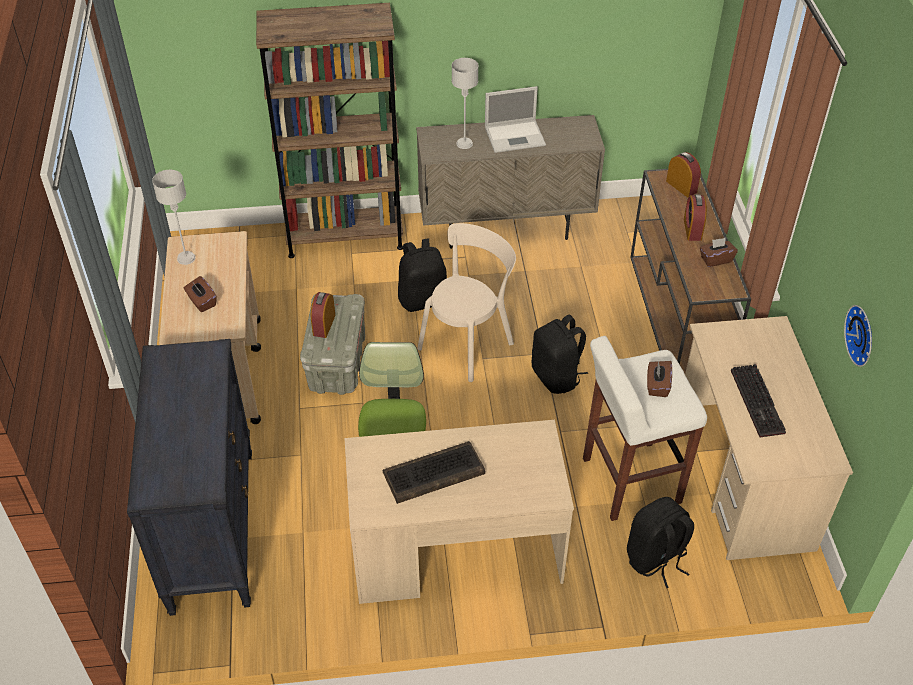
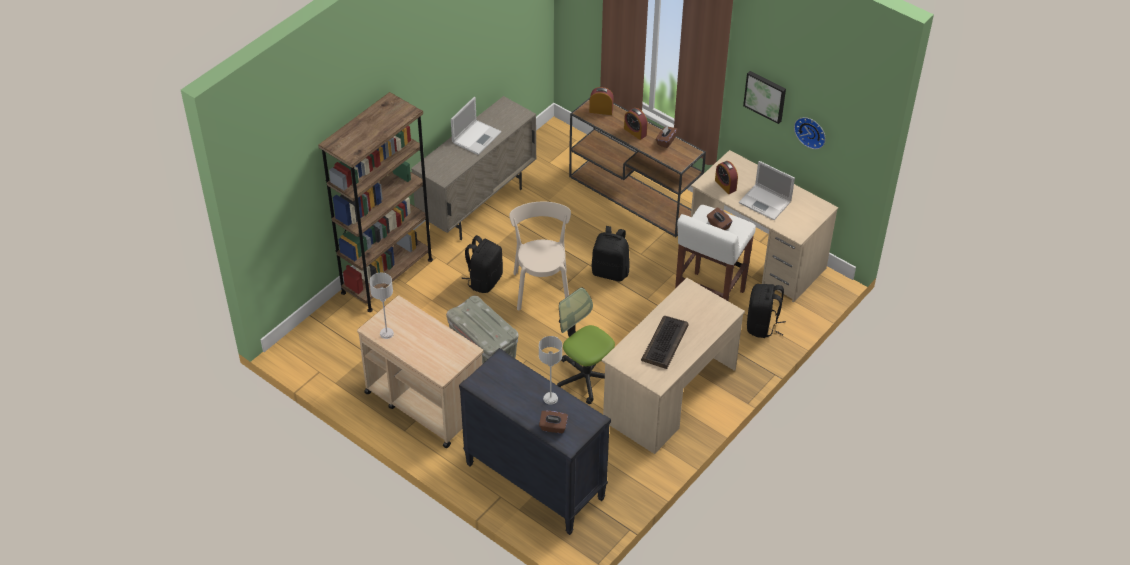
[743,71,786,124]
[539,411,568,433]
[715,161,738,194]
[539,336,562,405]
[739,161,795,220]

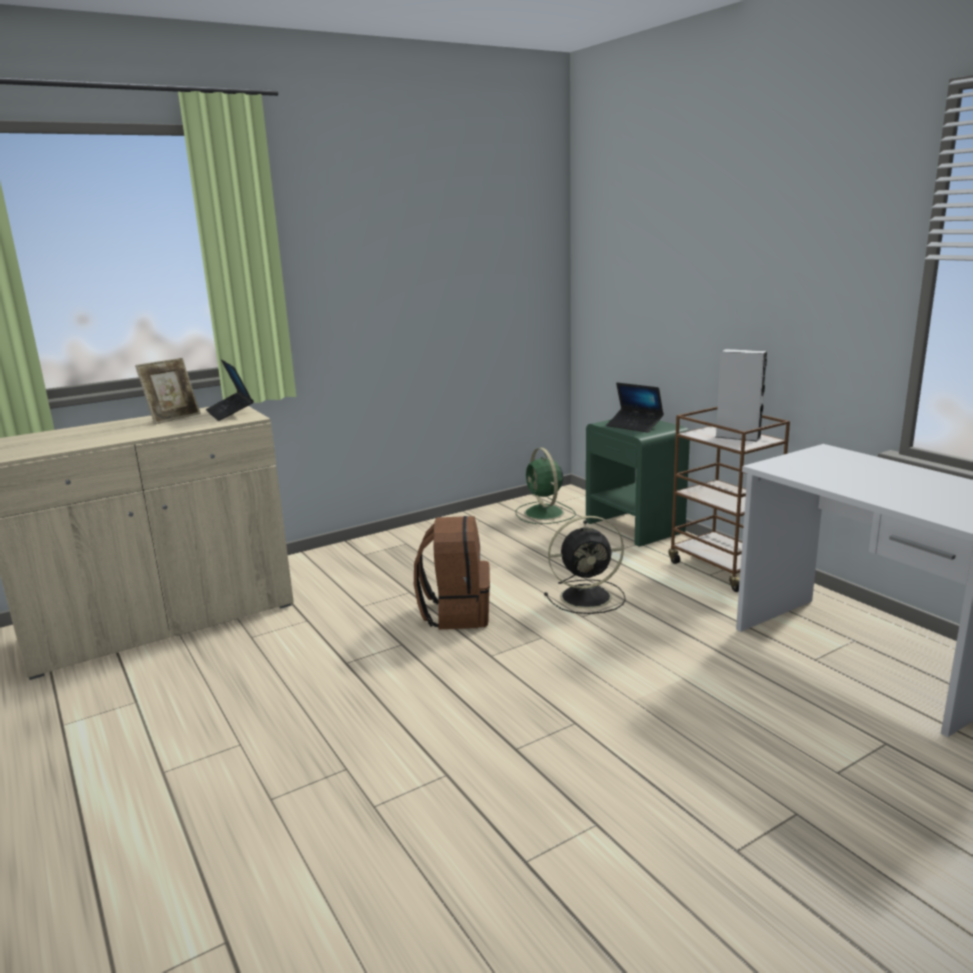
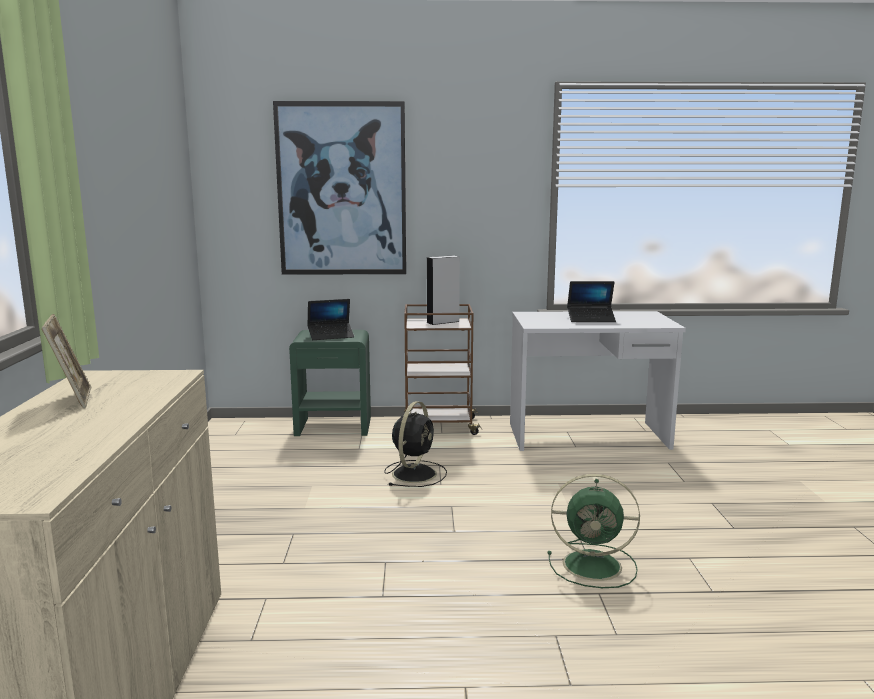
[414,516,490,629] (first image)
[273,101,406,275]
[567,281,616,322]
[548,474,640,588]

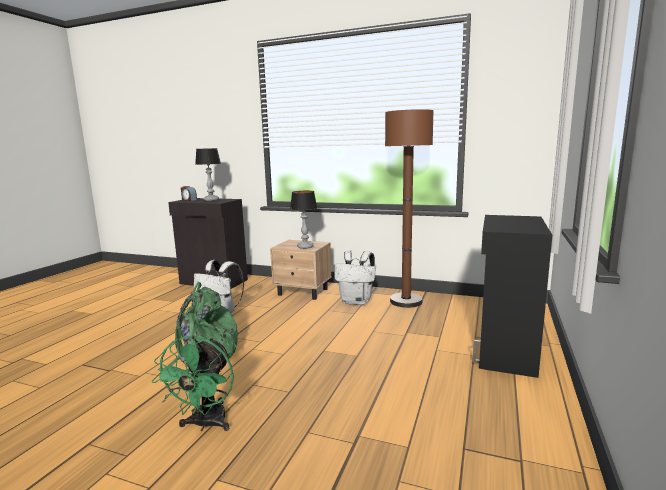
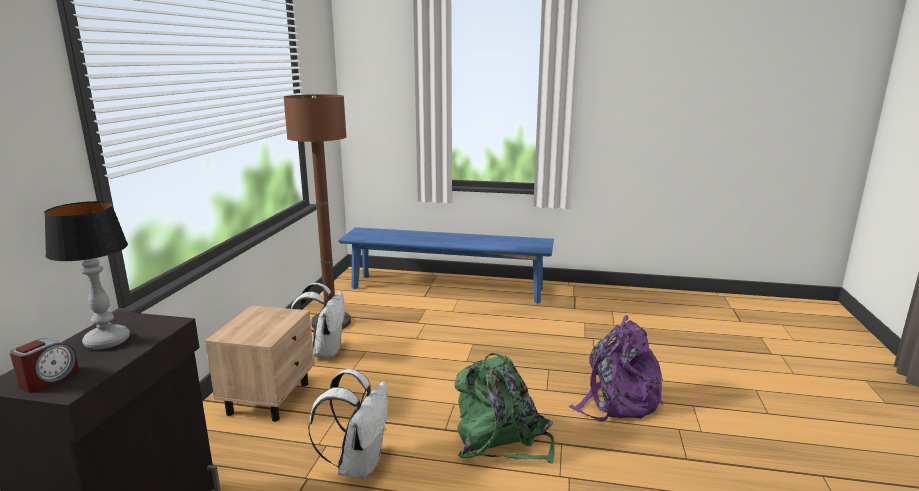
[290,191,317,249] (first image)
[569,315,663,422]
[338,227,554,304]

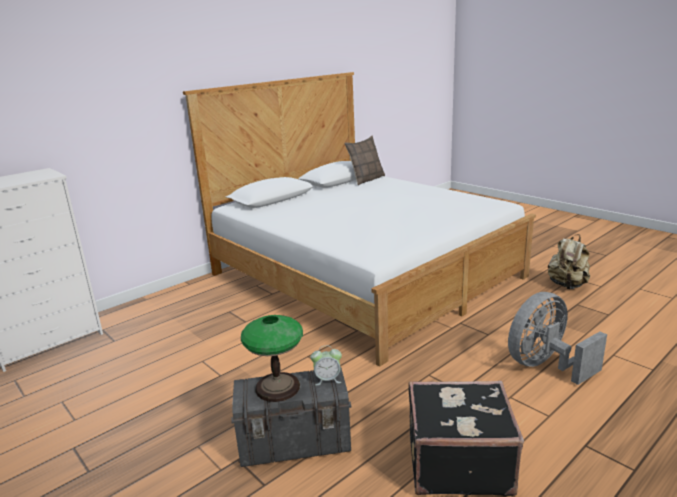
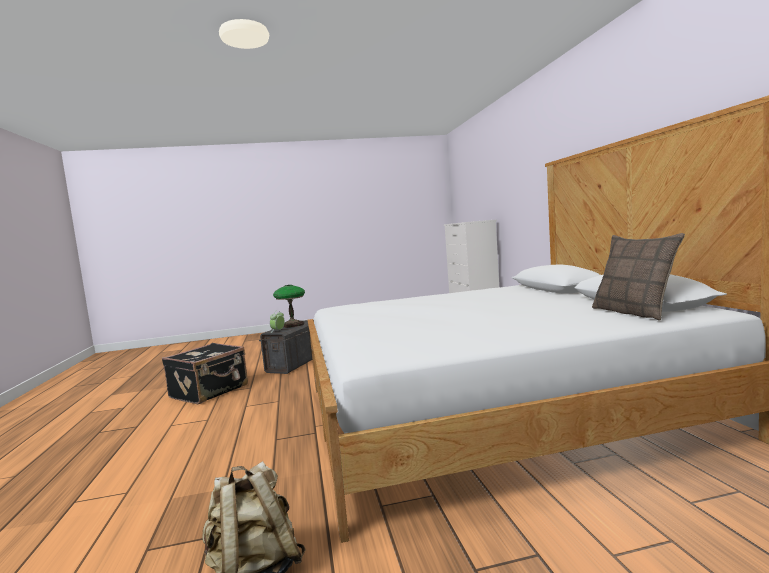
[508,292,607,385] (first image)

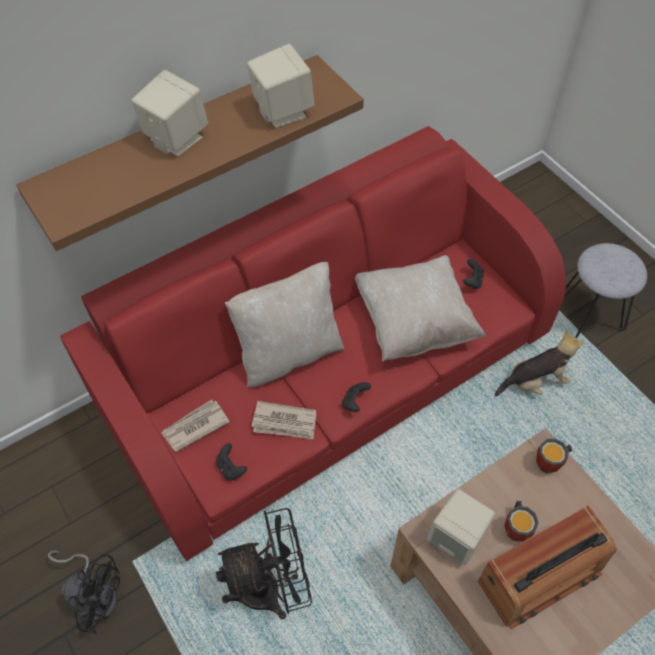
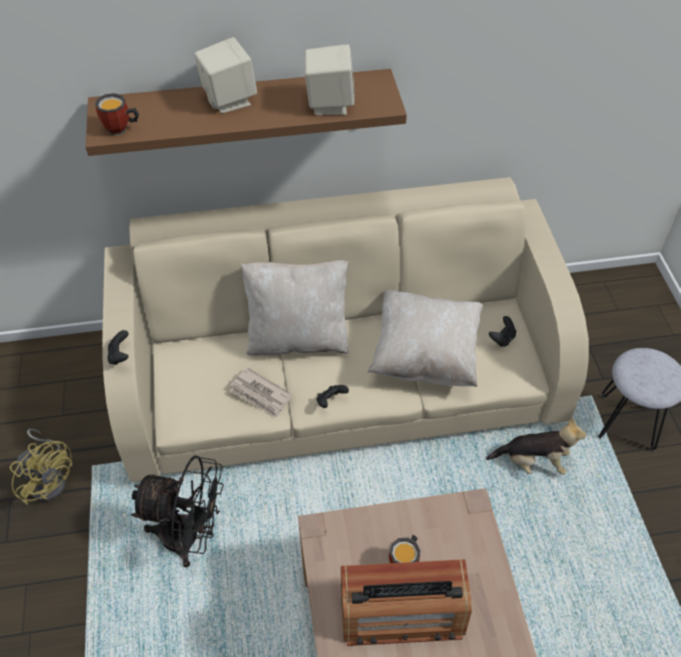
[161,399,230,452] (first image)
[427,489,495,565] (first image)
[107,330,128,365]
[95,93,139,136]
[10,429,72,505]
[102,177,589,482]

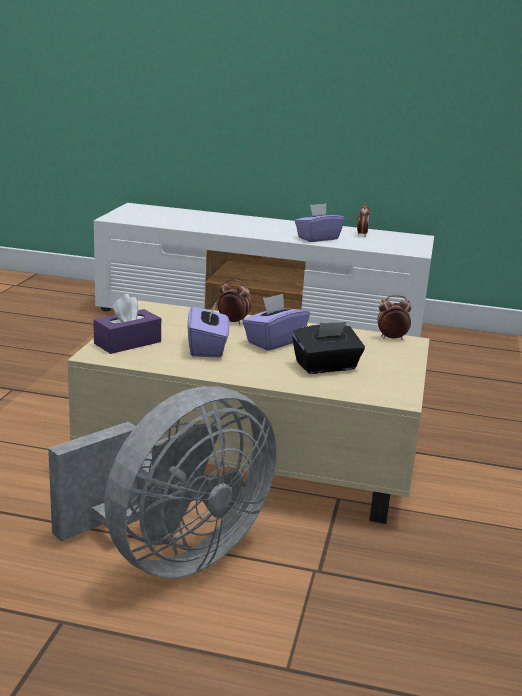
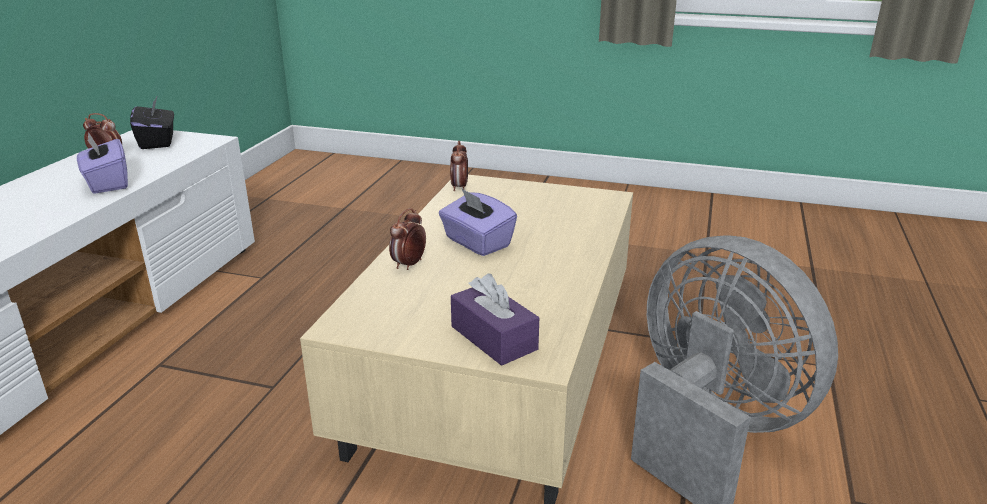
[188,300,230,358] (first image)
[130,95,174,149]

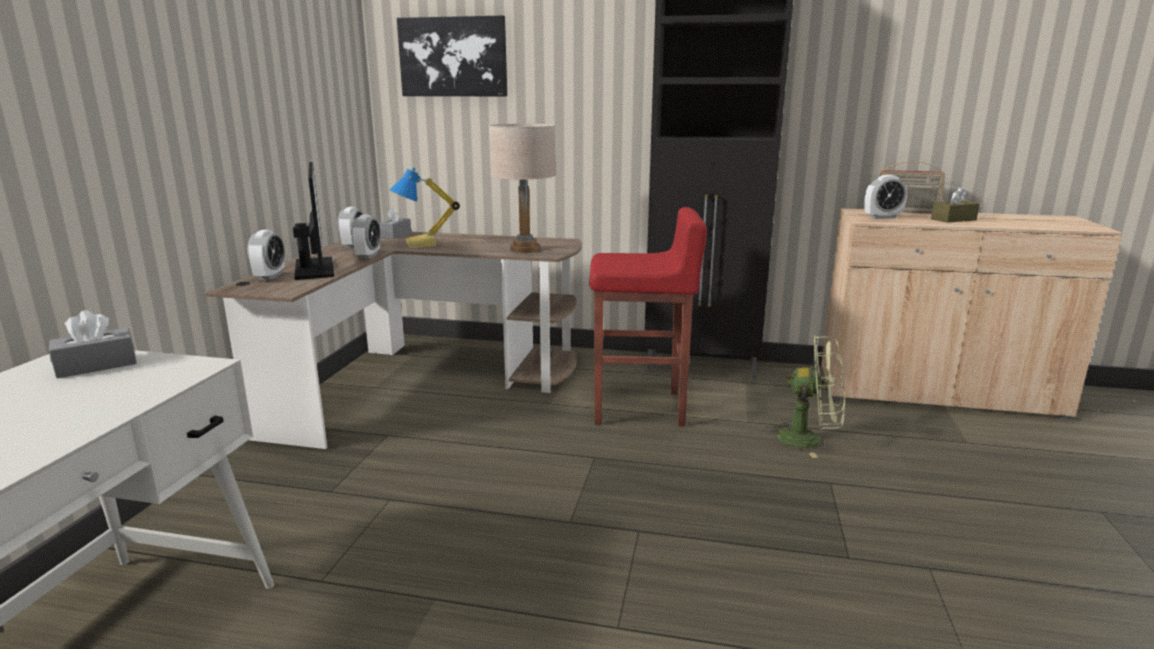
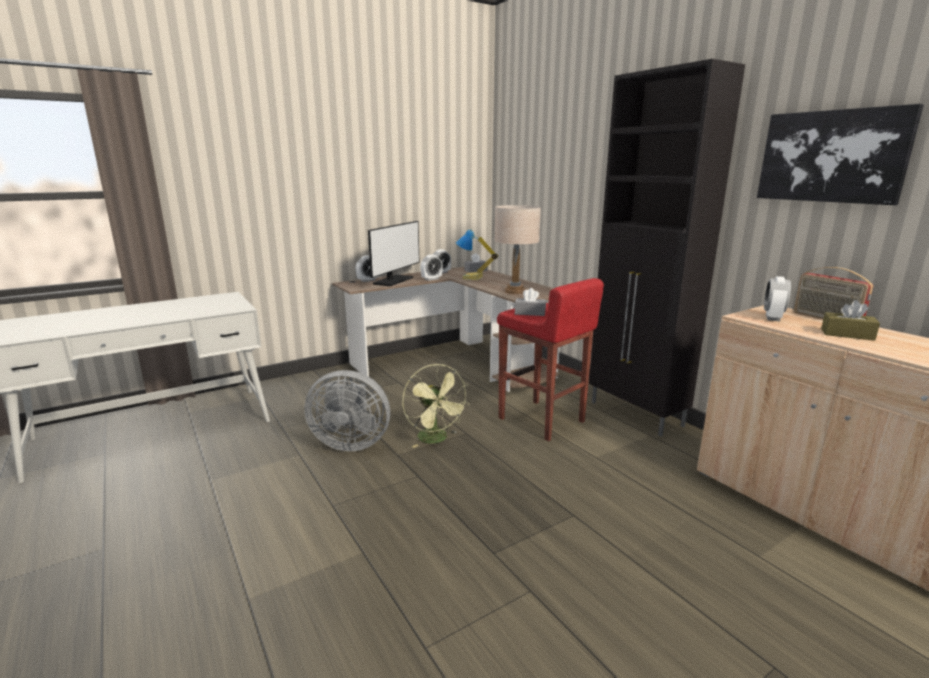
[304,370,390,451]
[514,288,546,316]
[757,104,924,205]
[402,364,470,448]
[764,276,791,321]

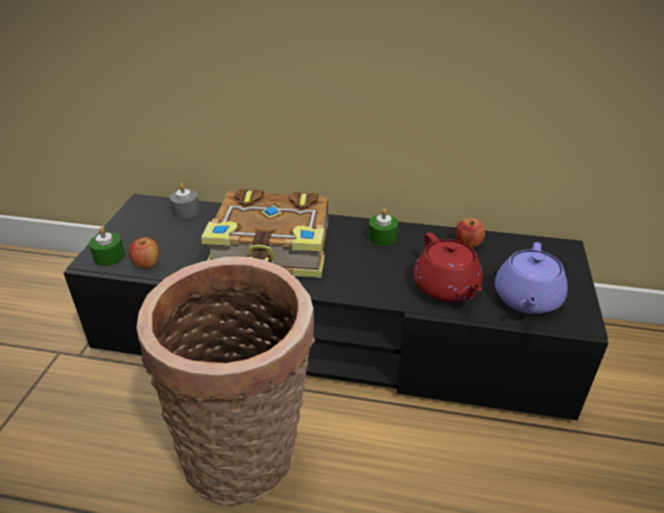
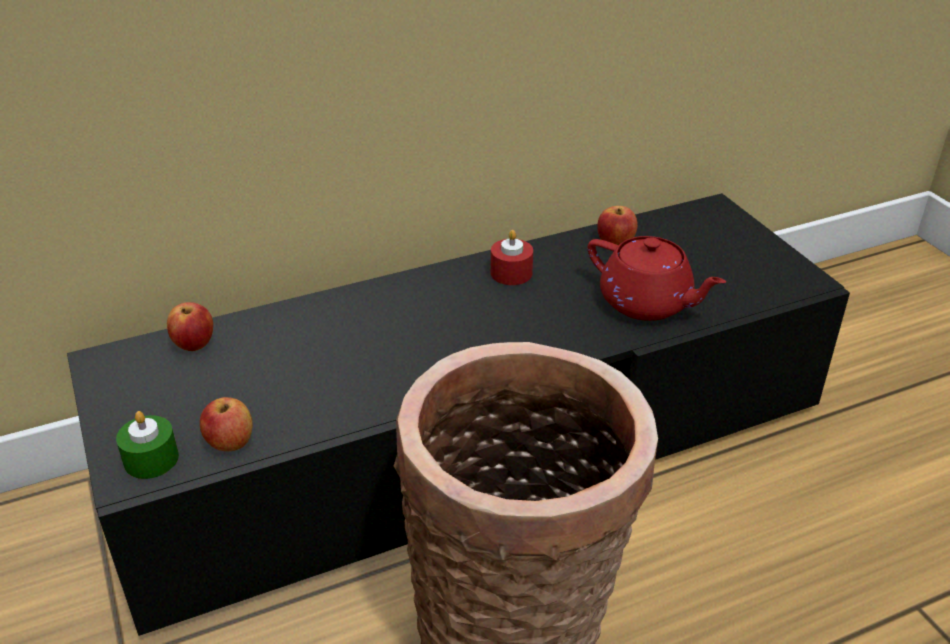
[201,189,328,278] (first image)
[495,242,568,314] (first image)
[167,302,213,351]
[491,230,533,285]

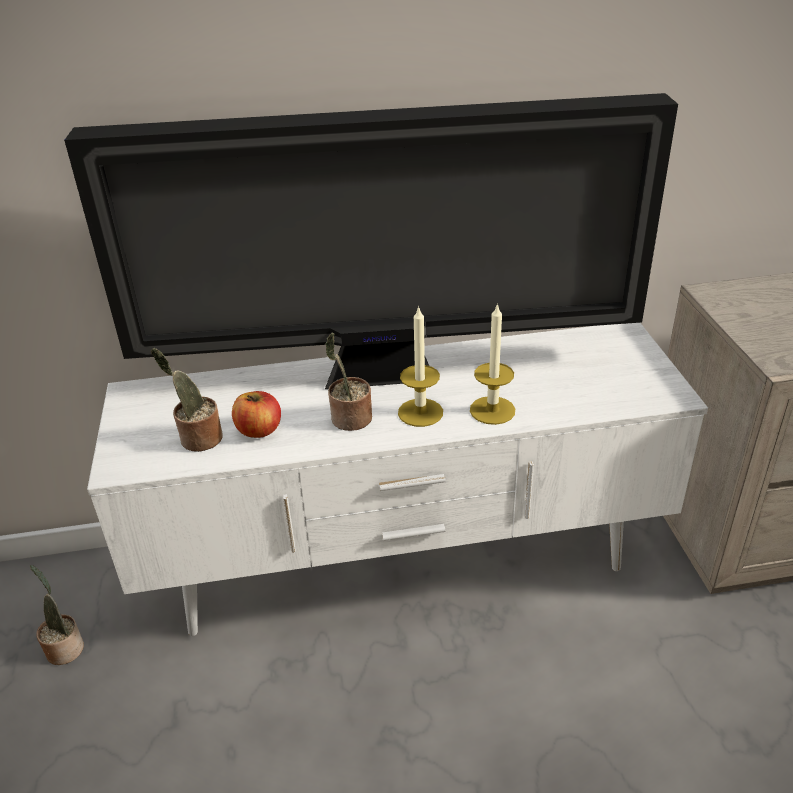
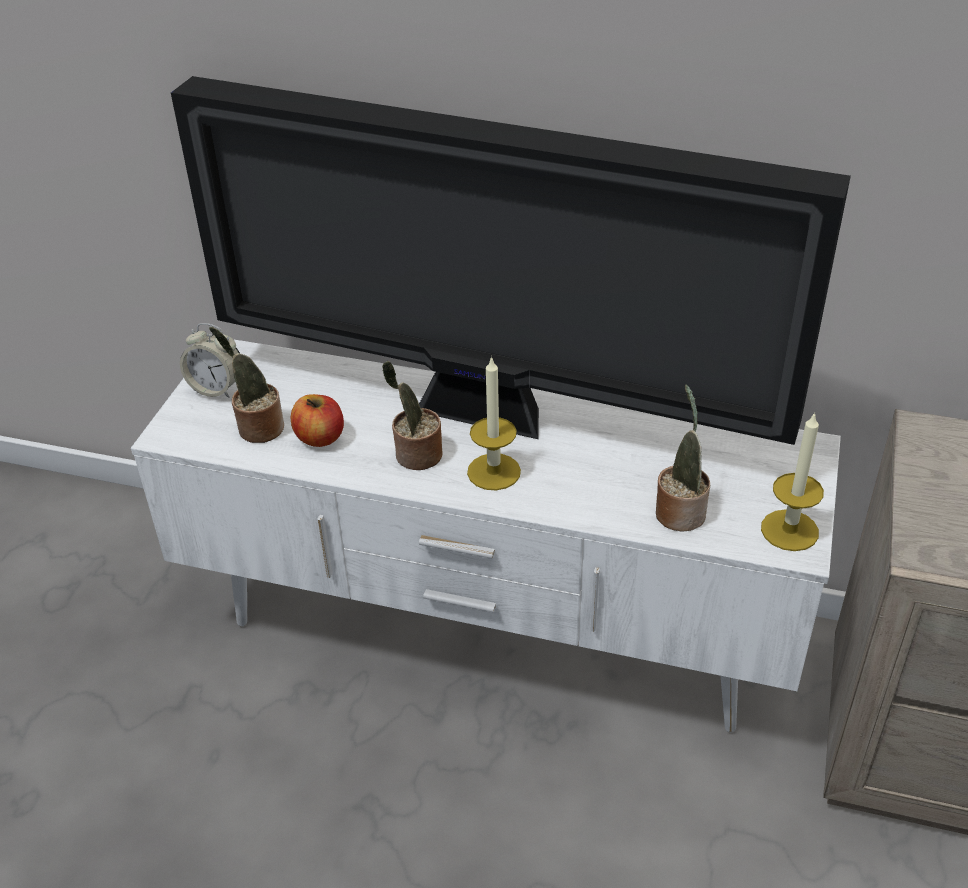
[180,323,240,398]
[656,385,710,532]
[761,412,824,551]

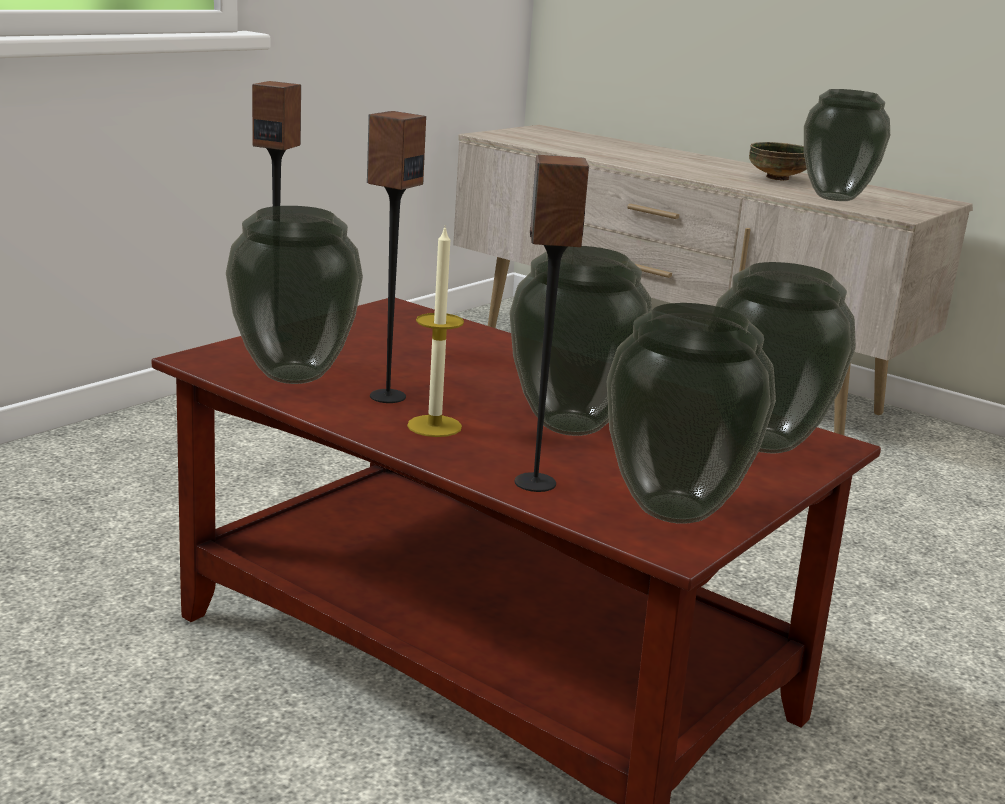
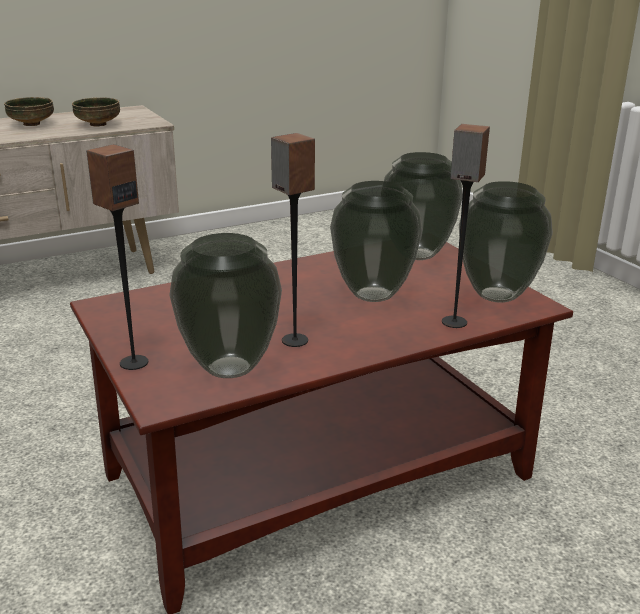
[407,225,464,437] (first image)
[72,97,120,127]

